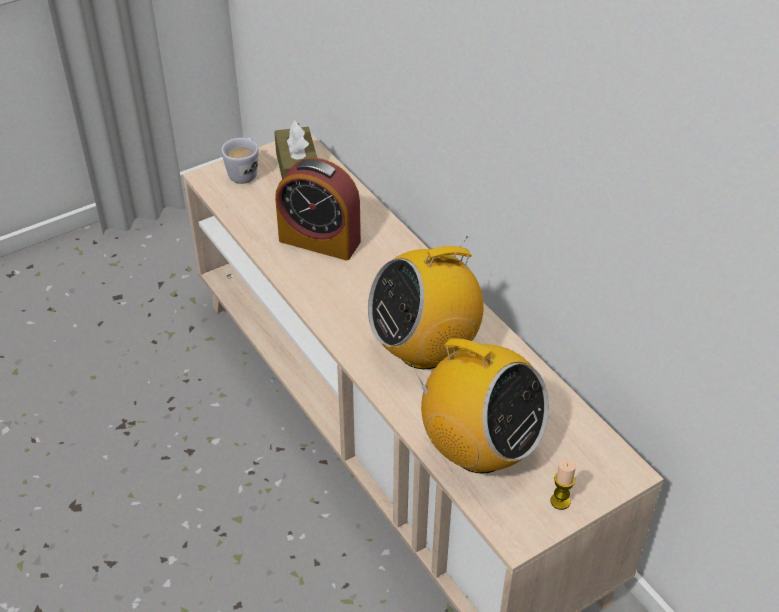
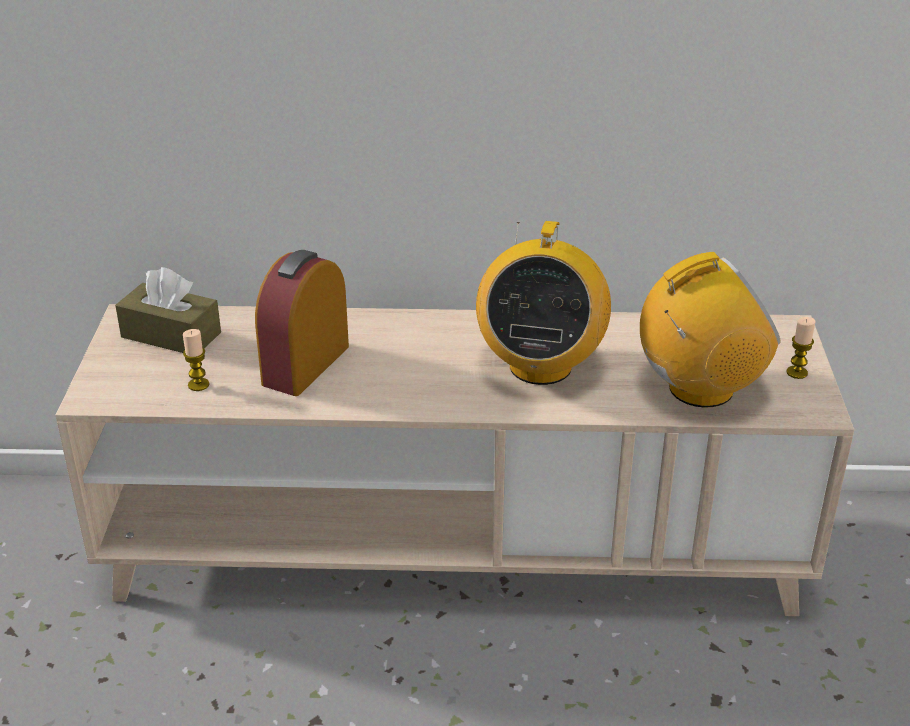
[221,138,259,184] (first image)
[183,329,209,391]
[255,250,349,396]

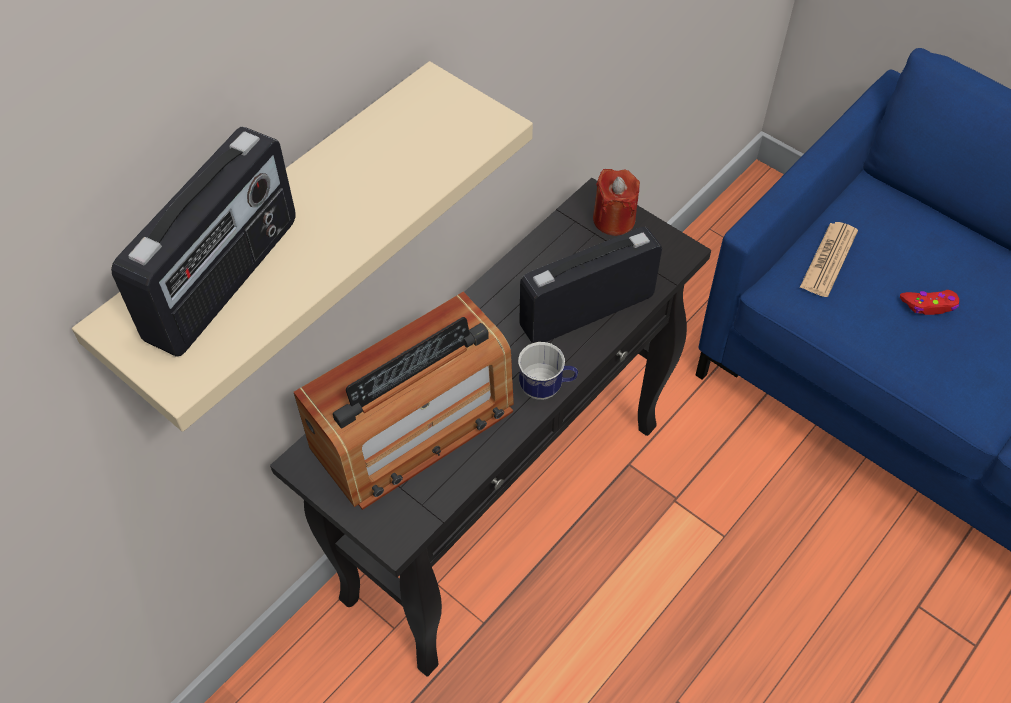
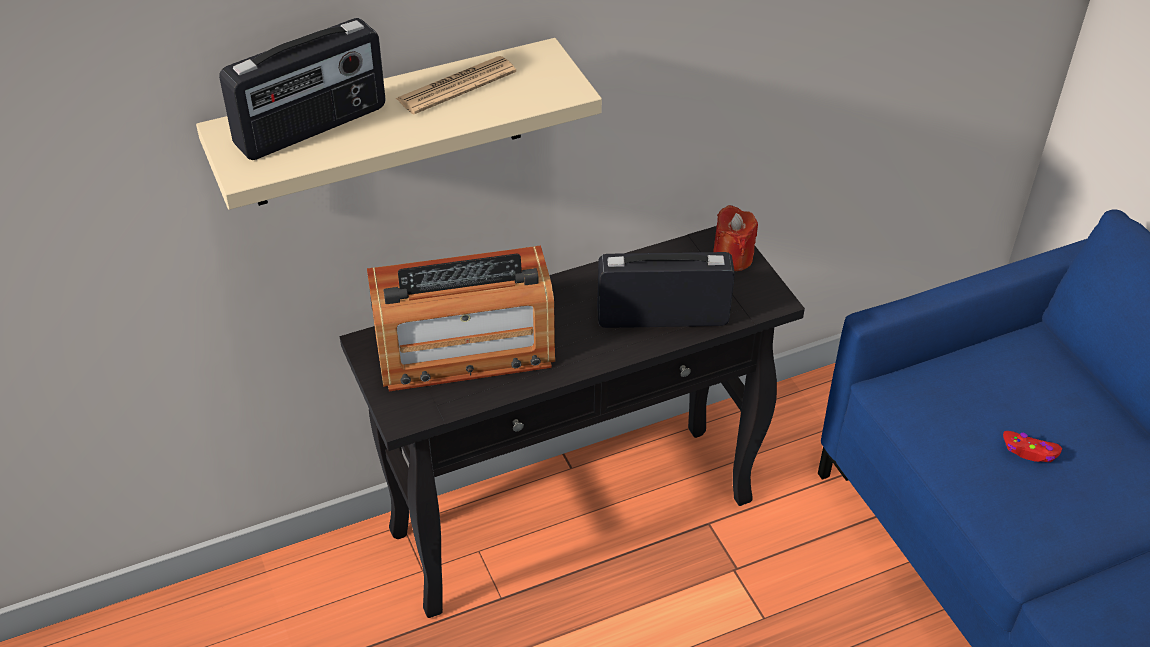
[518,342,578,400] (first image)
[395,56,516,115]

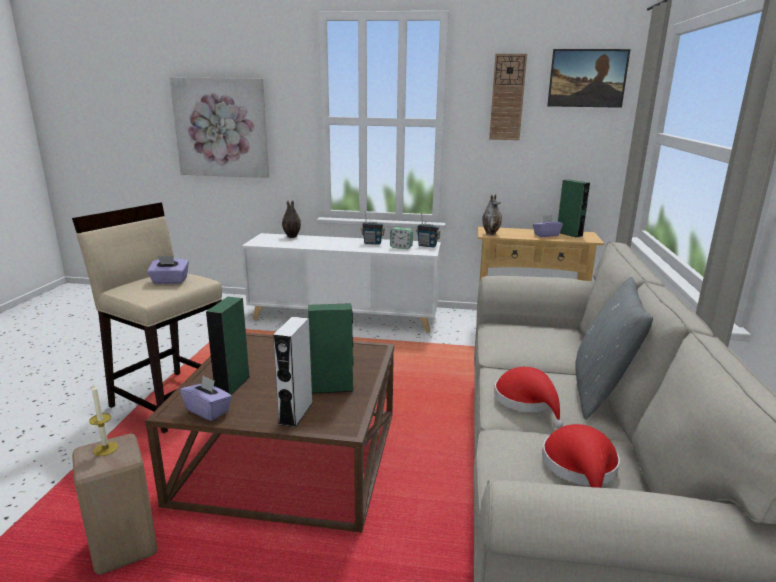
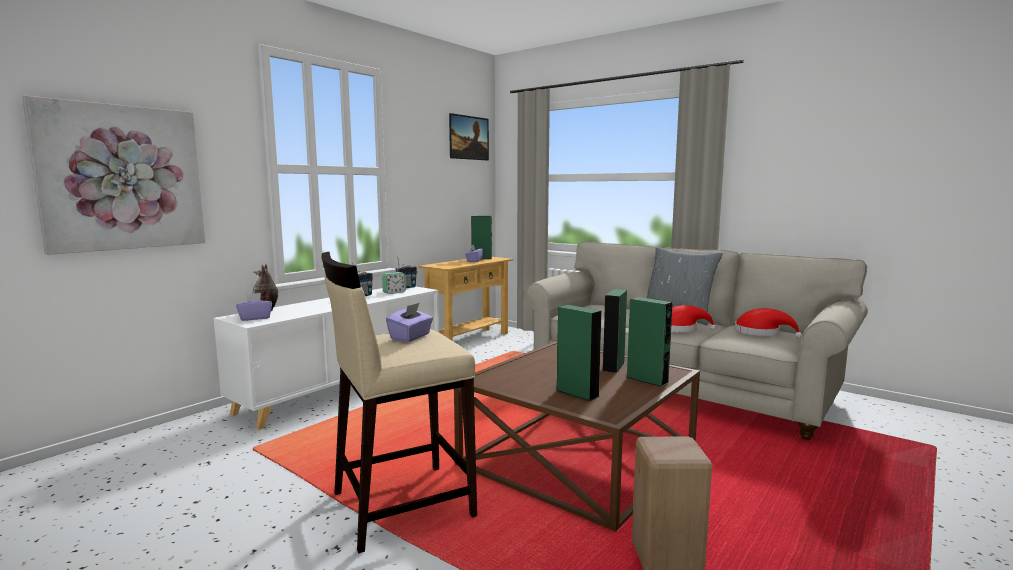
[89,384,119,456] (first image)
[482,194,502,235] (first image)
[489,54,527,140] (first image)
[236,293,272,321]
[626,297,673,387]

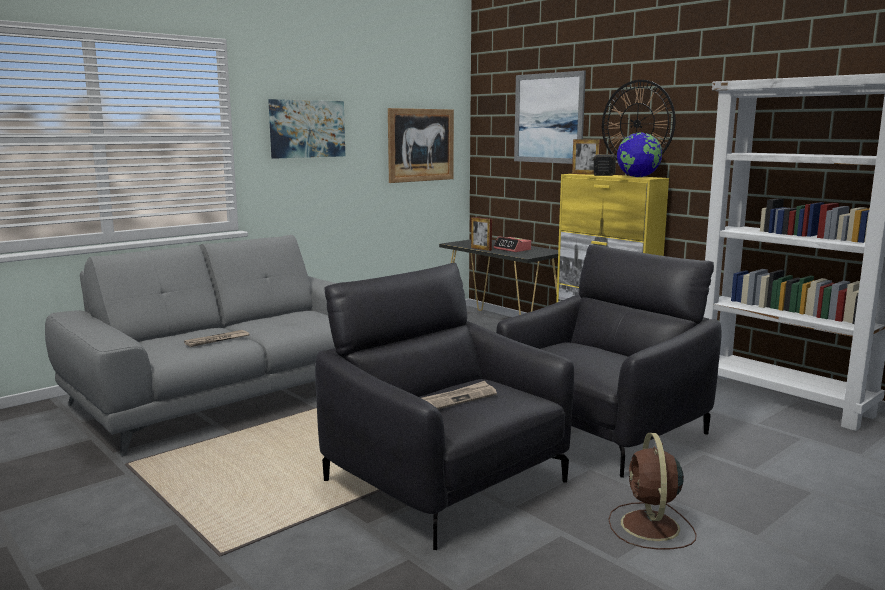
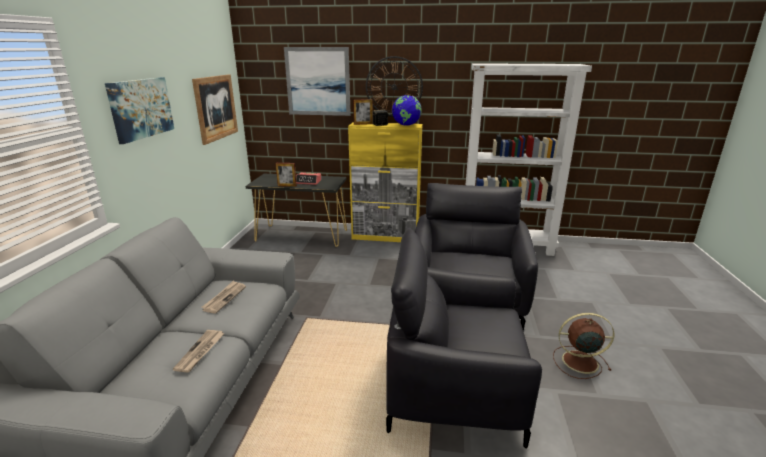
[201,280,246,314]
[553,313,614,379]

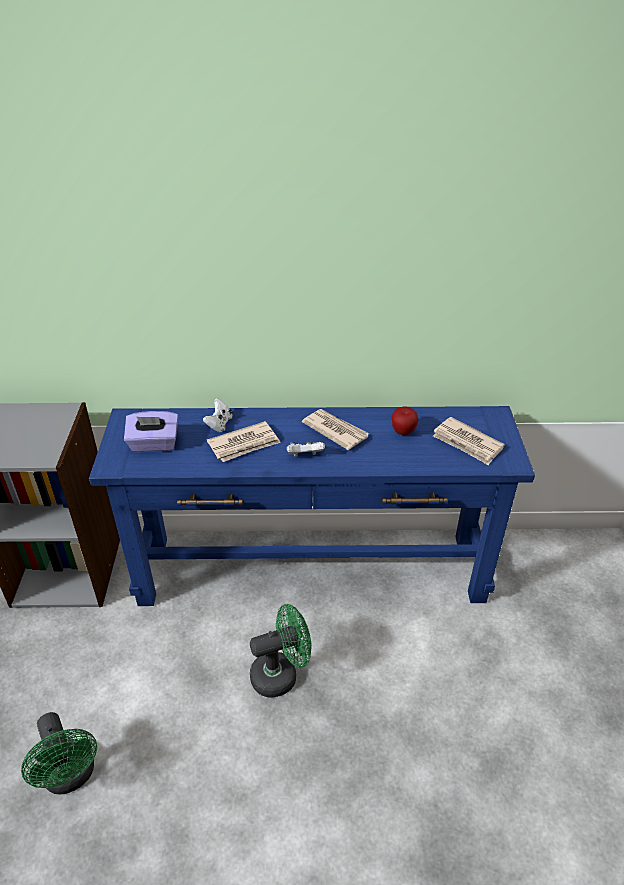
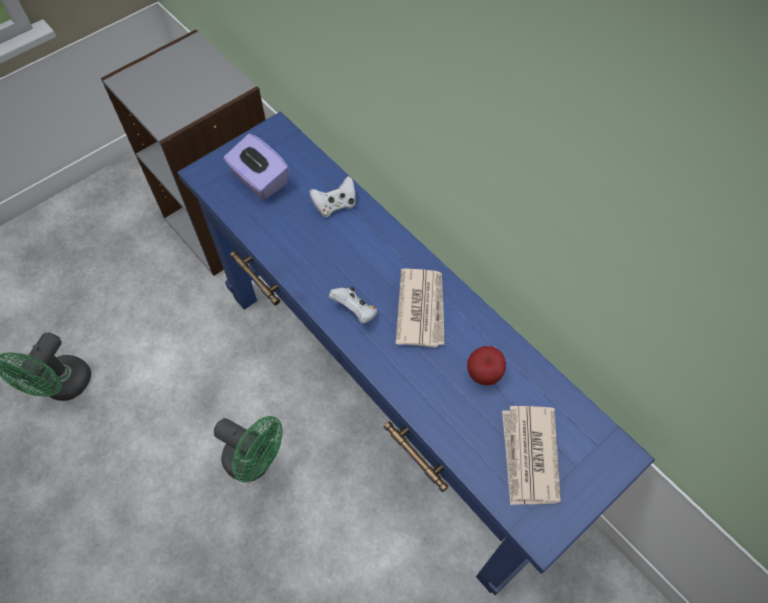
[207,421,281,462] (first image)

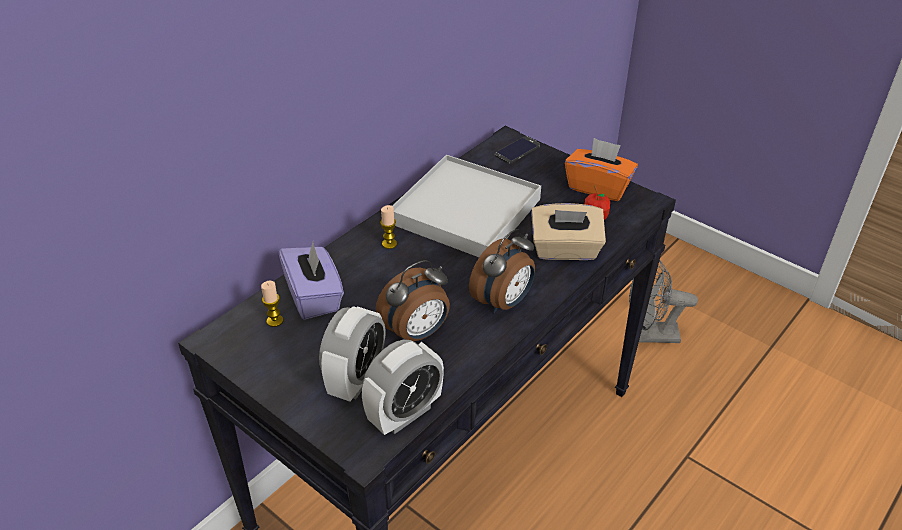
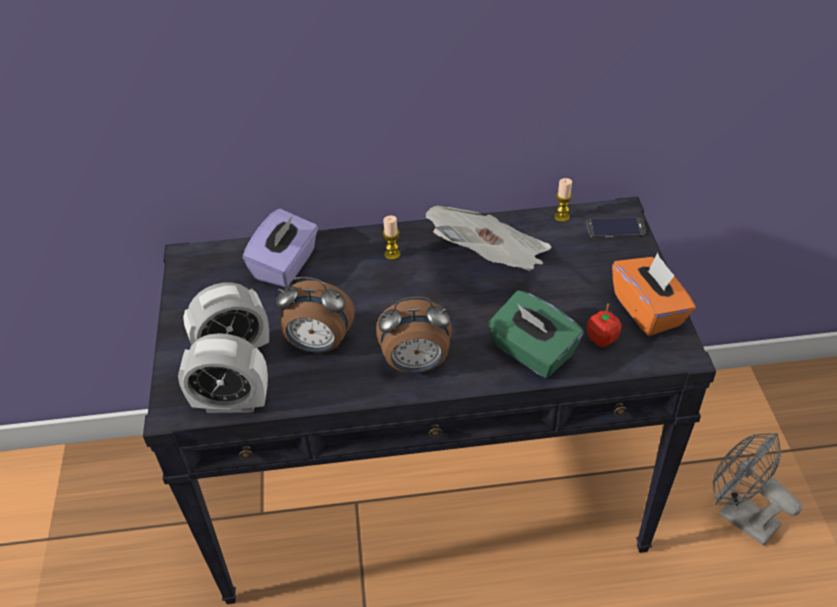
[554,178,572,222]
[425,206,552,271]
[488,290,584,378]

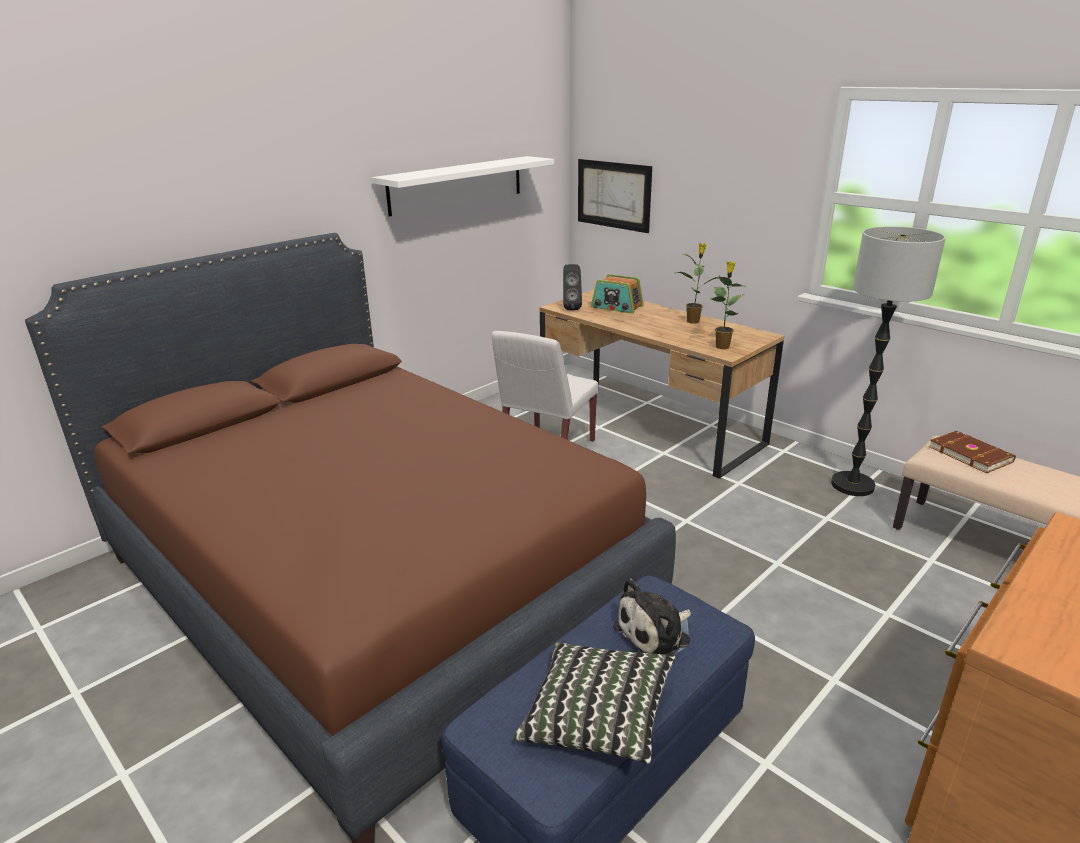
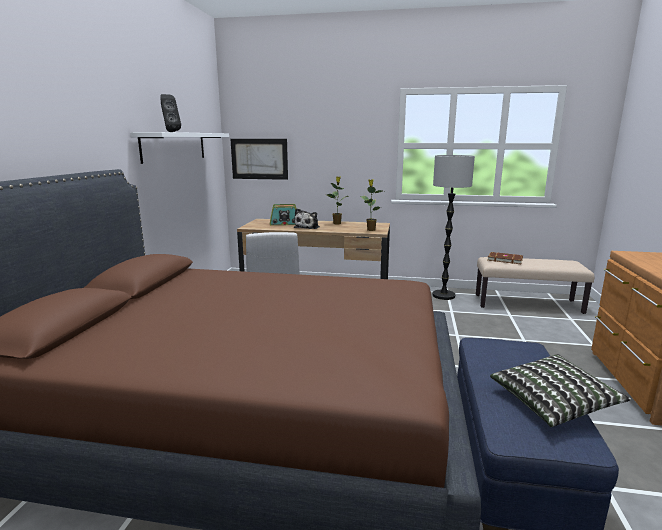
[160,94,181,132]
[294,208,320,229]

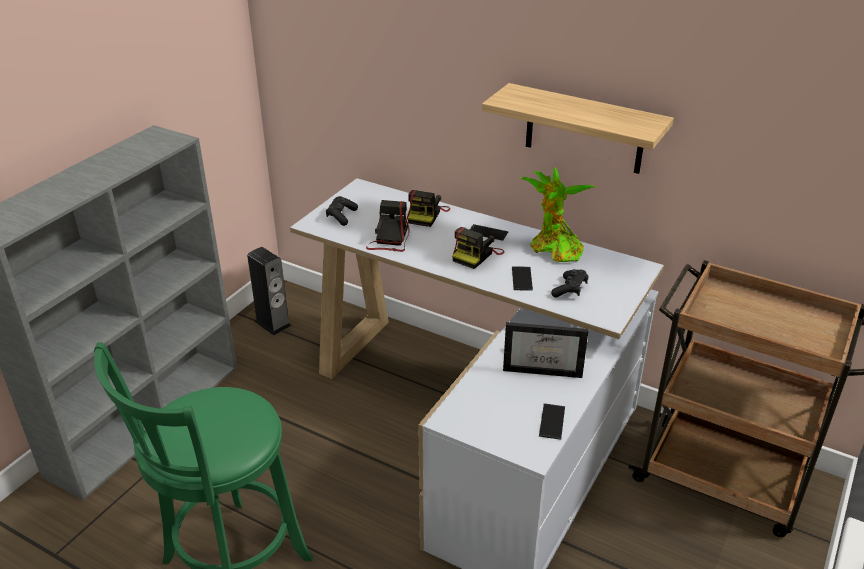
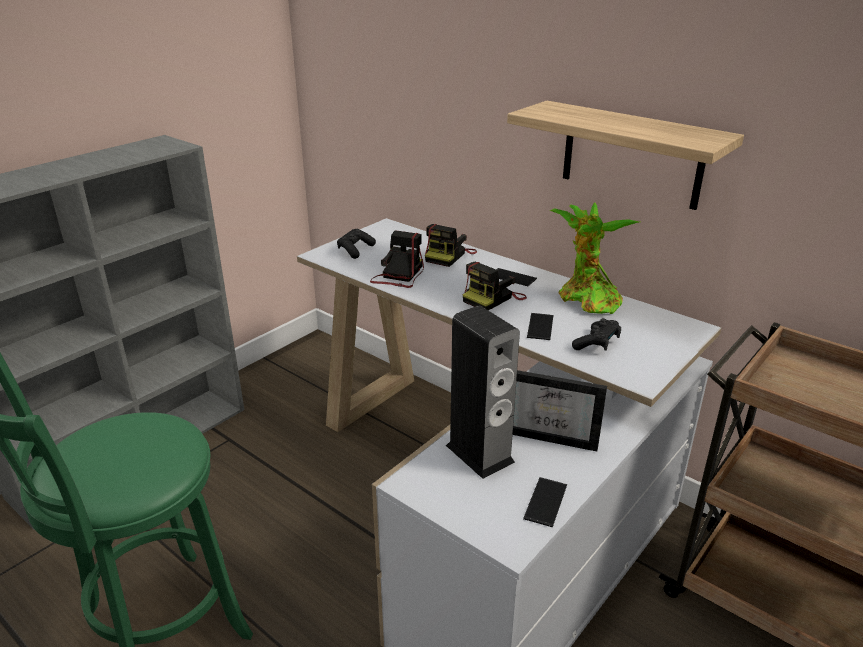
[446,305,520,479]

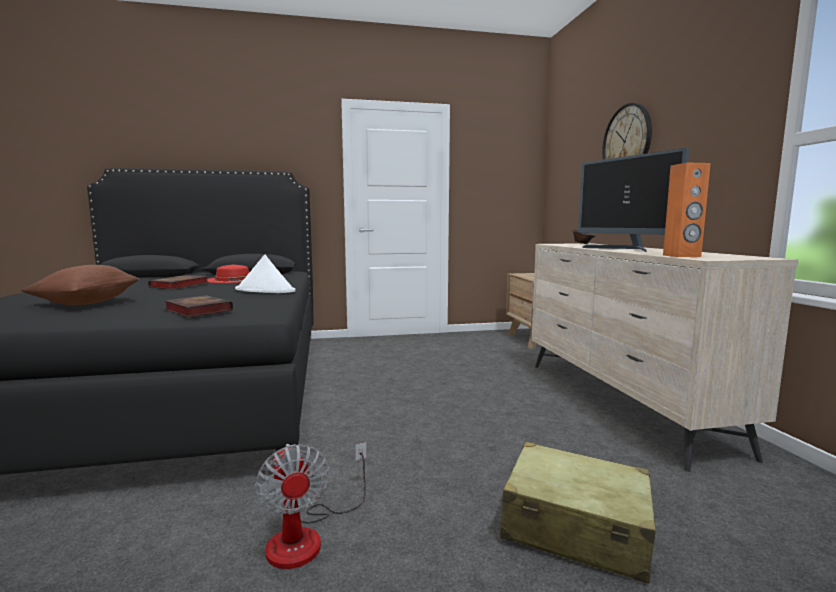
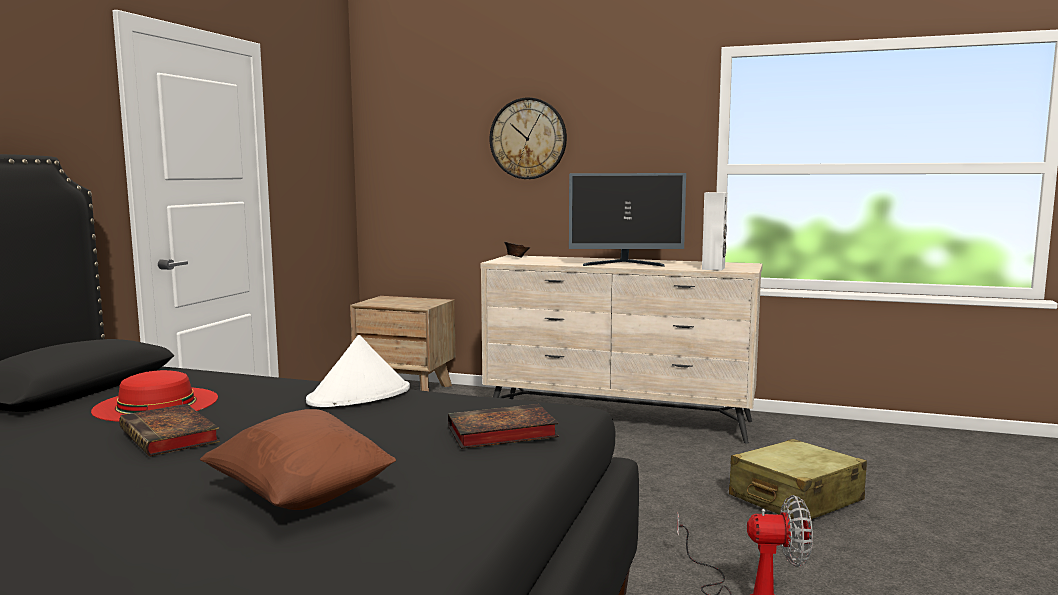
[702,192,728,271]

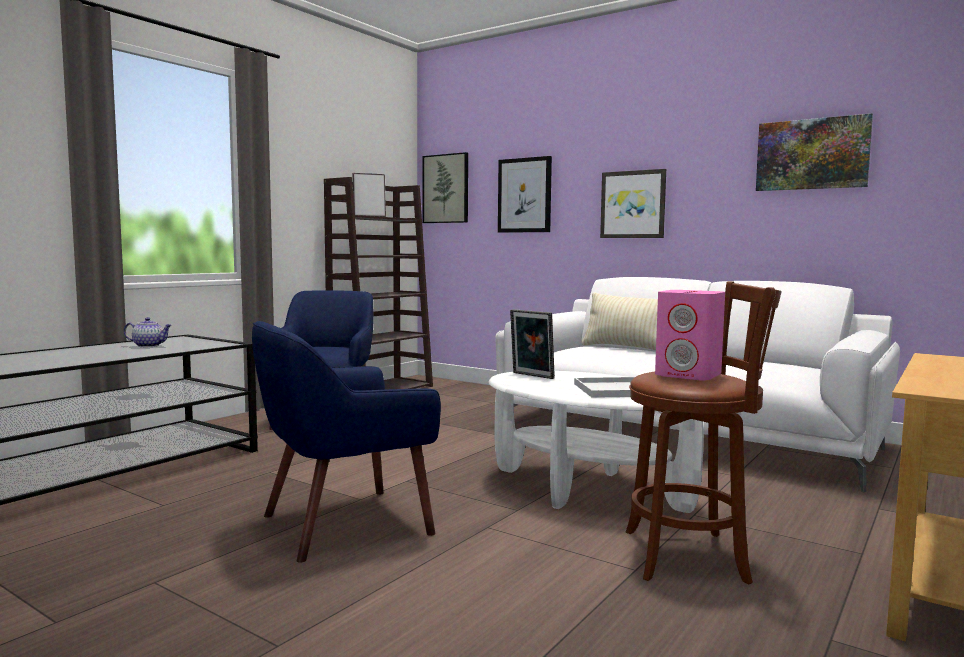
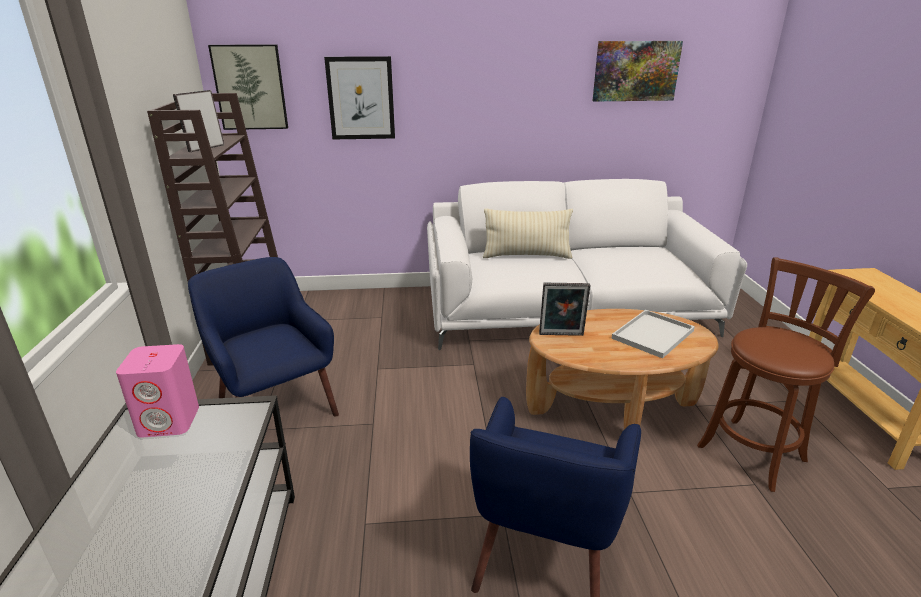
[124,317,172,347] (first image)
[600,169,666,238] (first image)
[116,344,199,438]
[526,309,719,429]

